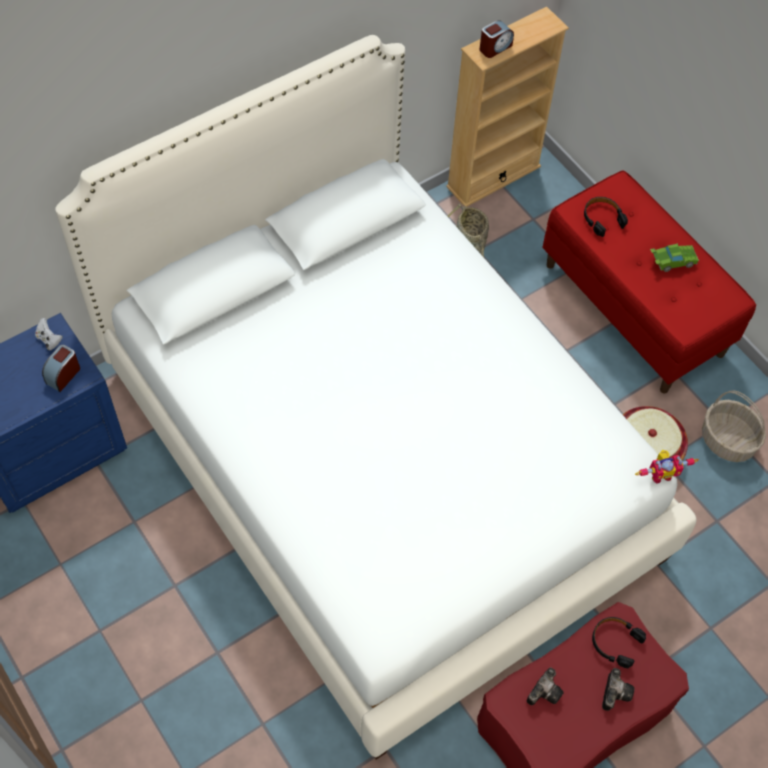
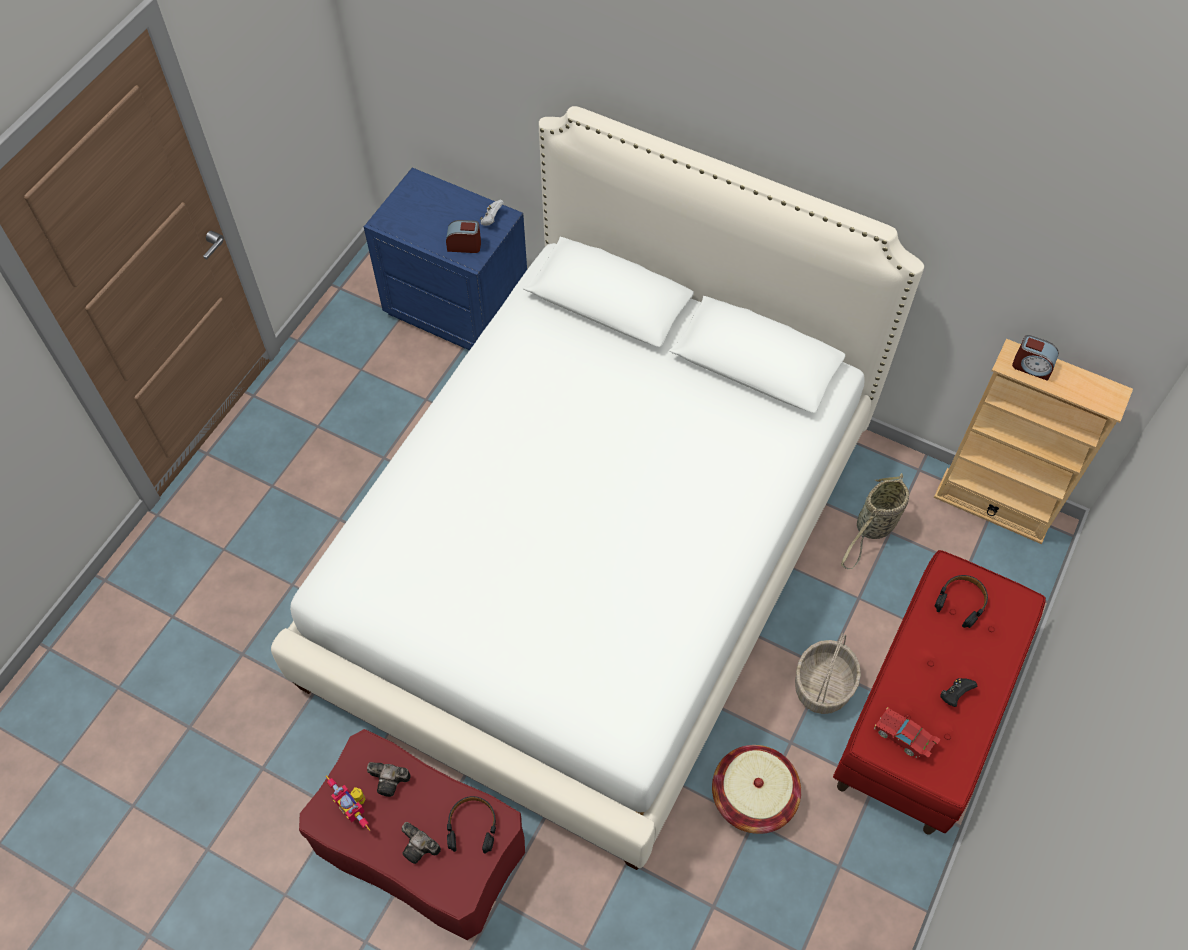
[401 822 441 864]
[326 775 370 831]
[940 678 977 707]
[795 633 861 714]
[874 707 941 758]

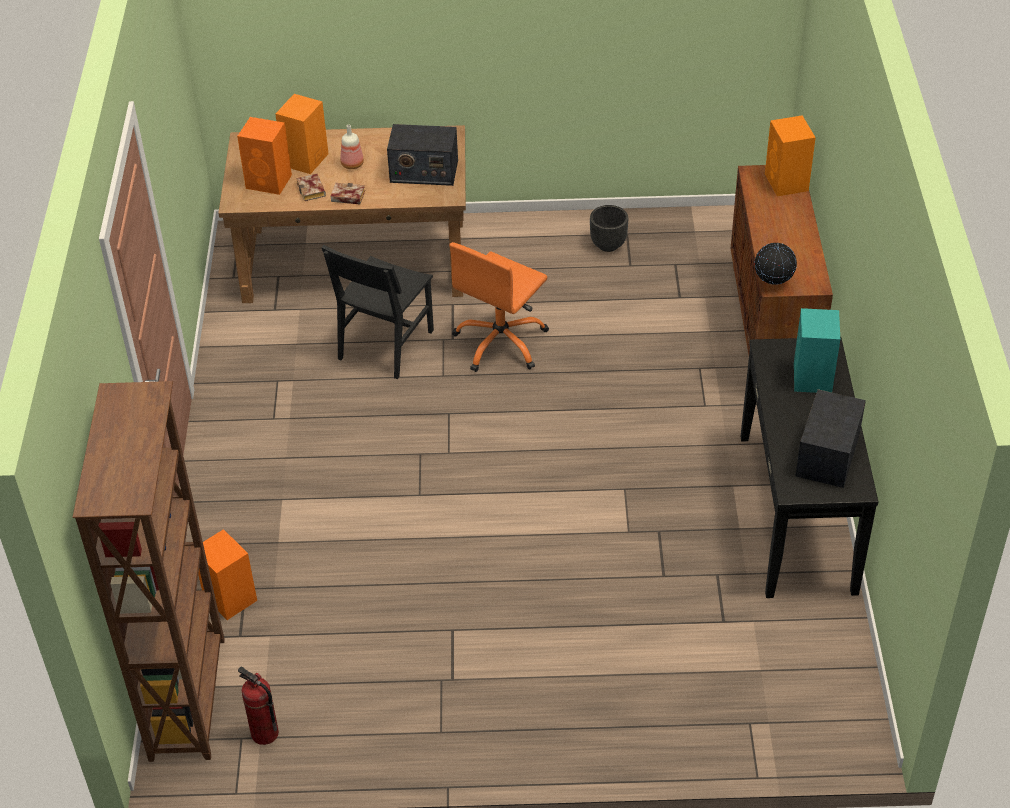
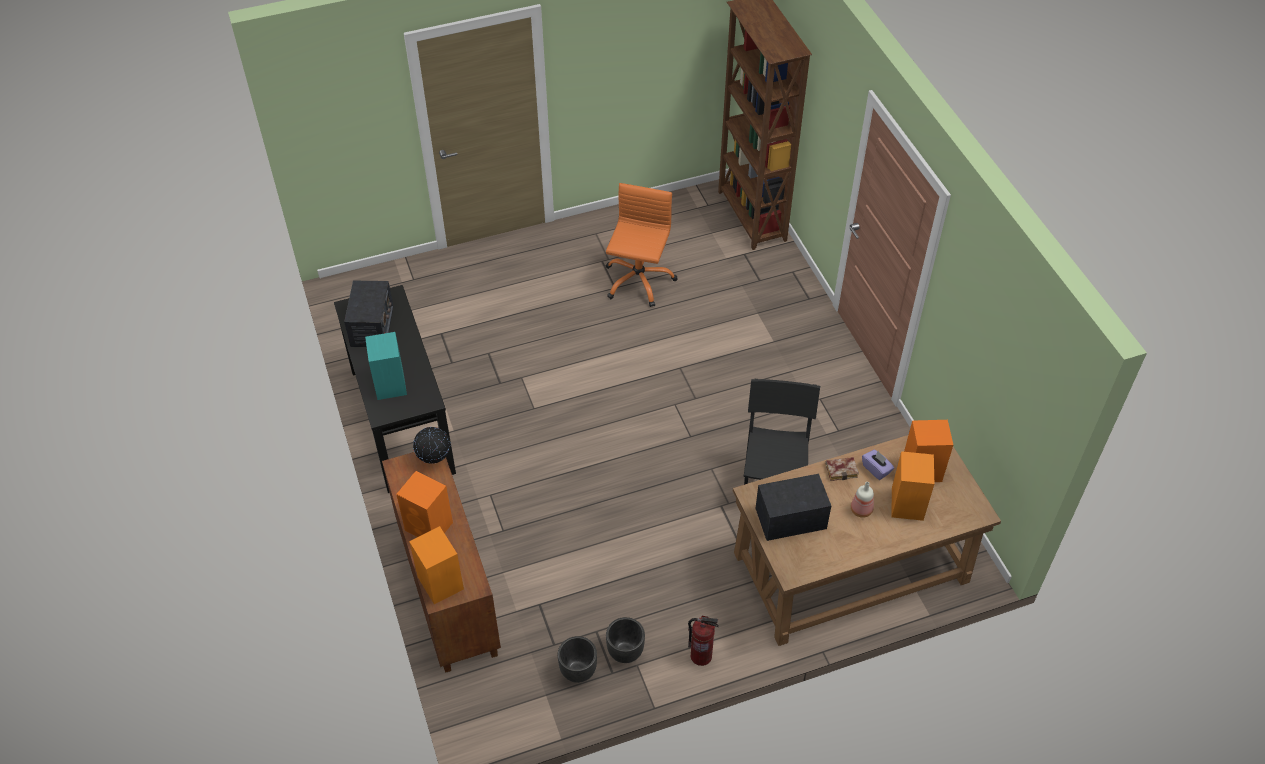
[396 471 453 537]
[688 616 719 666]
[862 450 894 480]
[605 183 677 307]
[558 636 597 683]

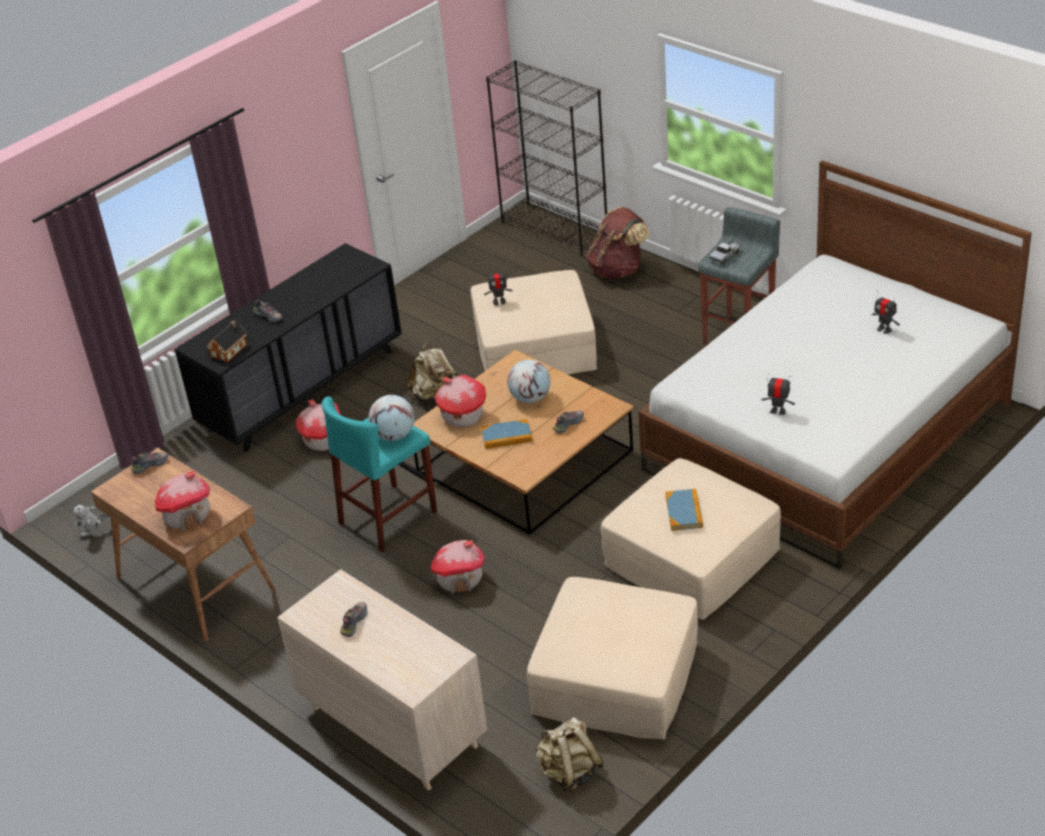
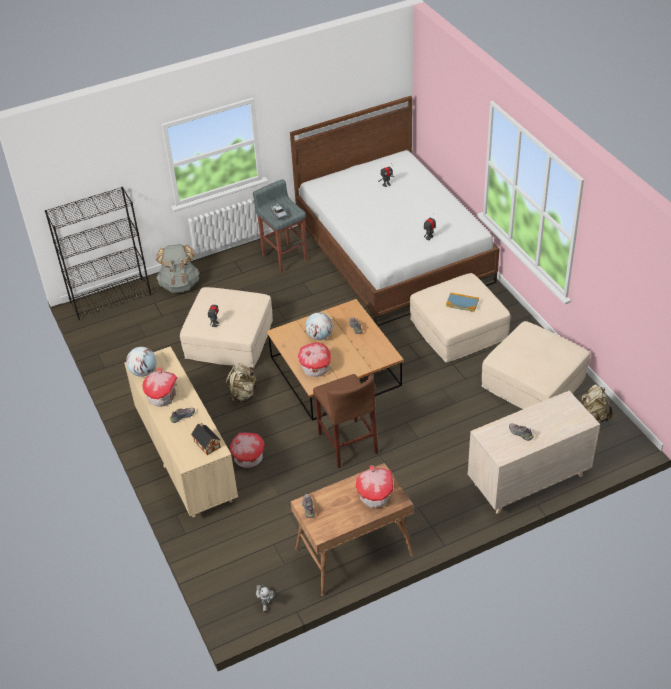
[124 346 238 517]
[313 374 378 468]
[126 347 157 377]
[142 367 177 407]
[481 419 532 449] (first image)
[156 244 200 293]

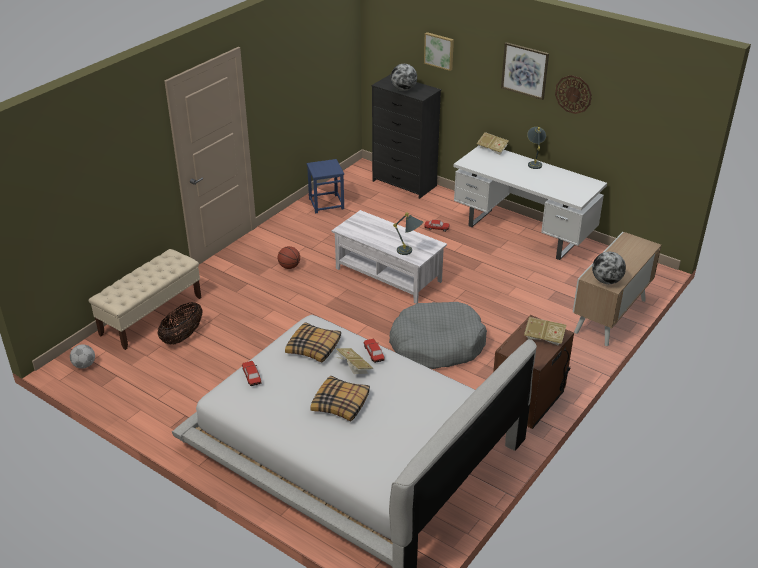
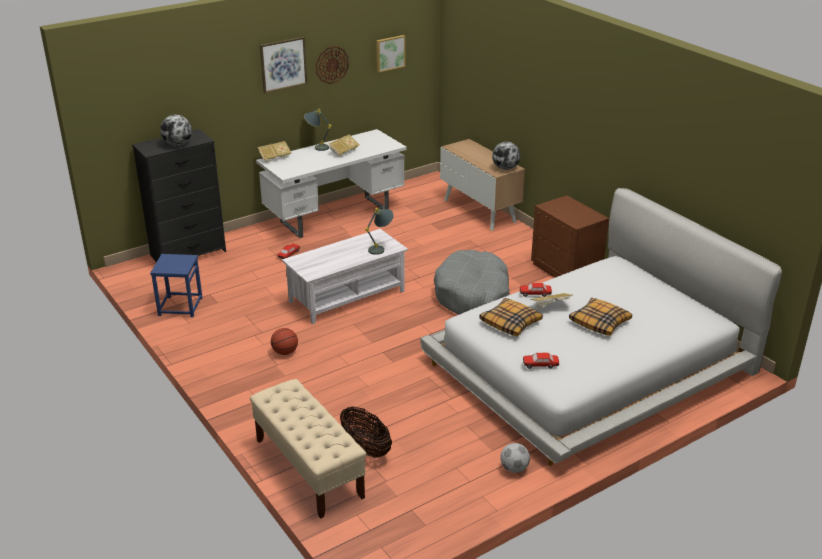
[500 443 530 473]
[376 35 405 72]
[329 135 360 157]

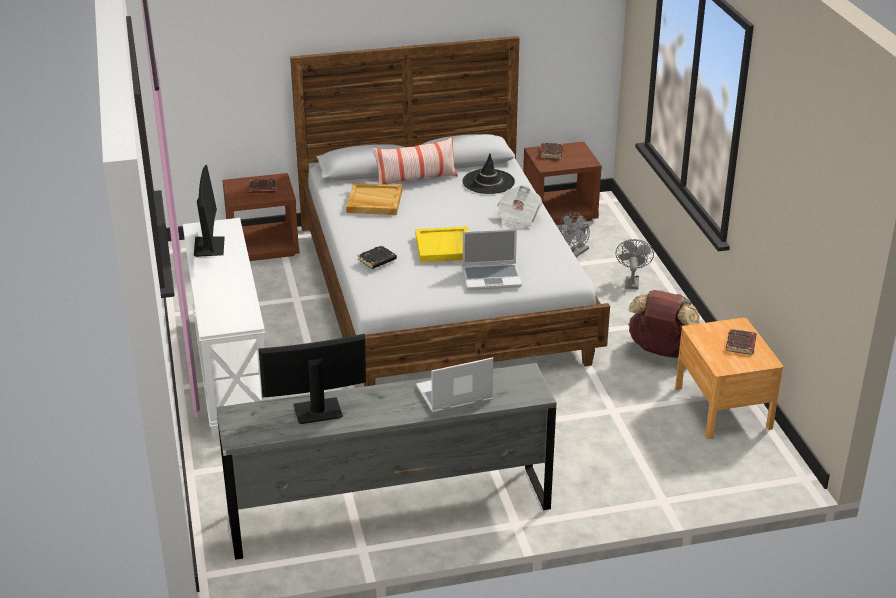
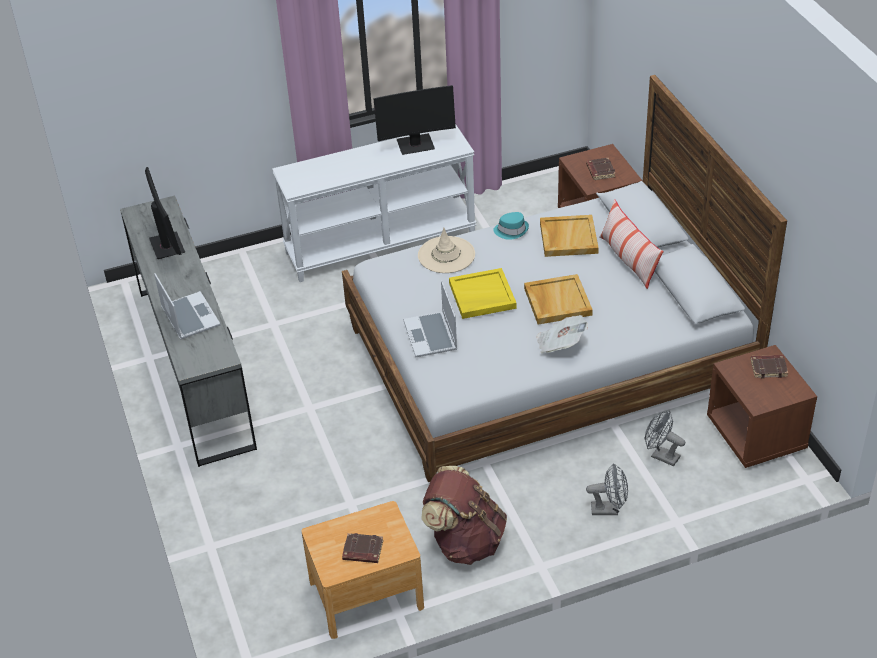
[418 227 475 273]
[462 153 515 194] (first image)
[493 212 529 240]
[524 274 593 325]

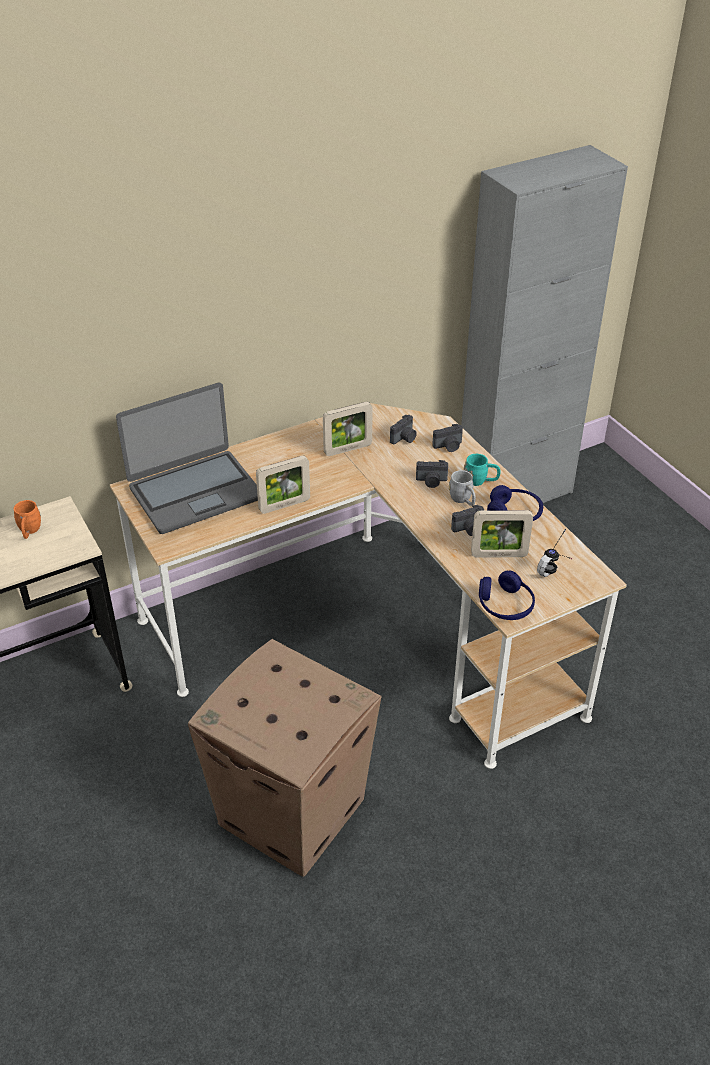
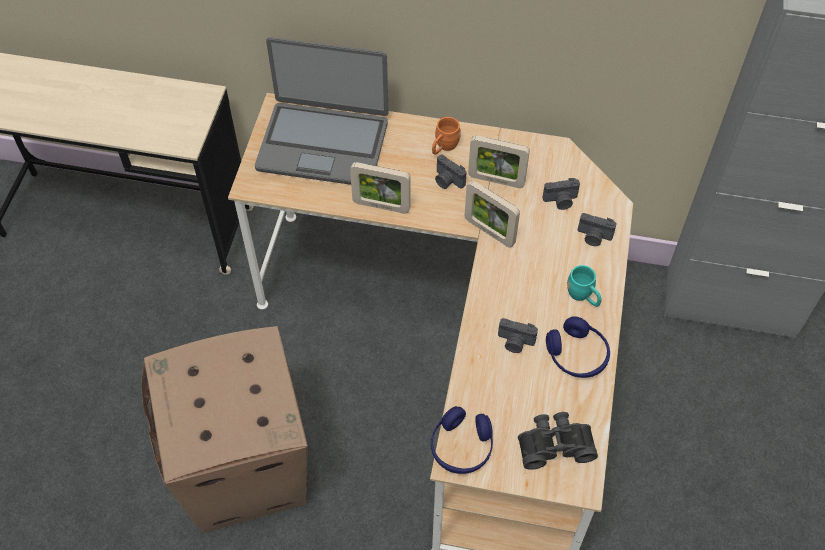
[432 117 461 155]
[435 154 466 189]
[449 470 476 506] (first image)
[464 180 520 248]
[518 412 598 470]

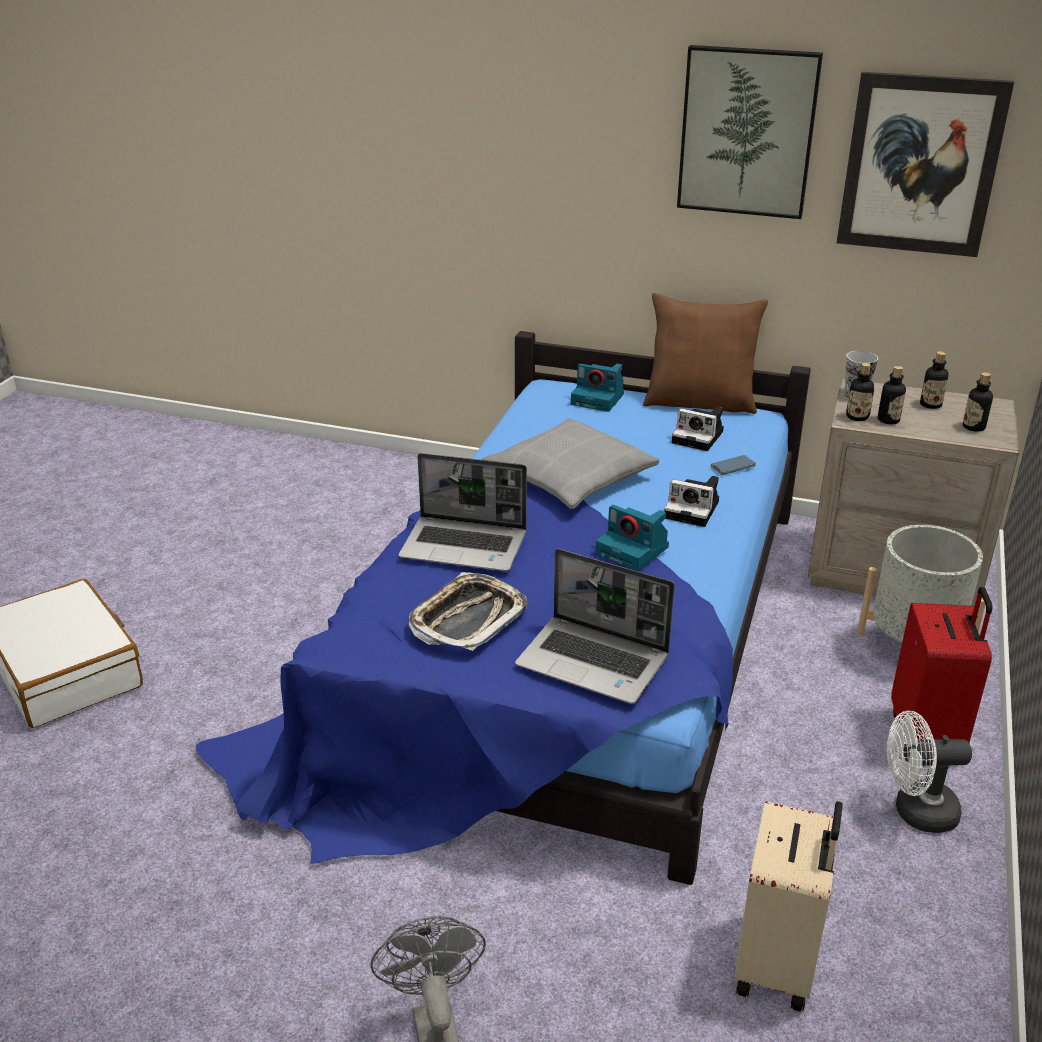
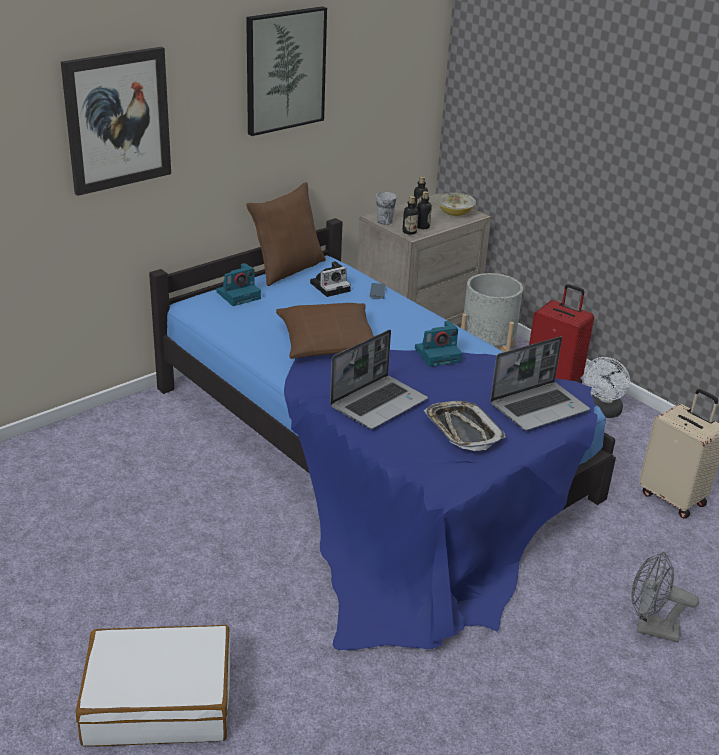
[276 303 374 359]
[664 476 719 527] (first image)
[61 47 171 196]
[436 193 476 216]

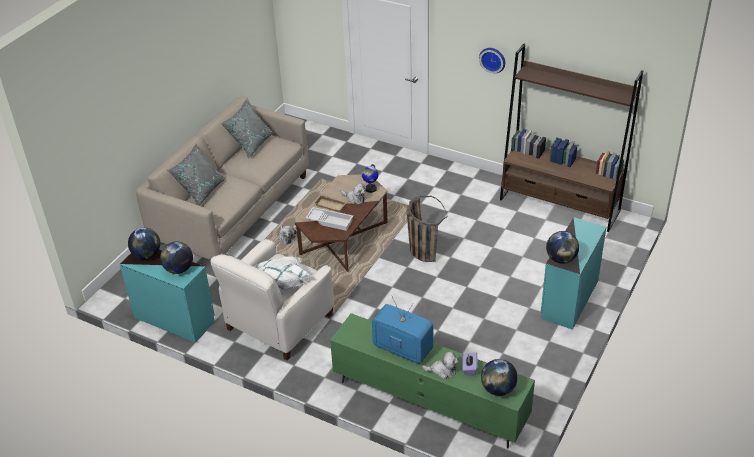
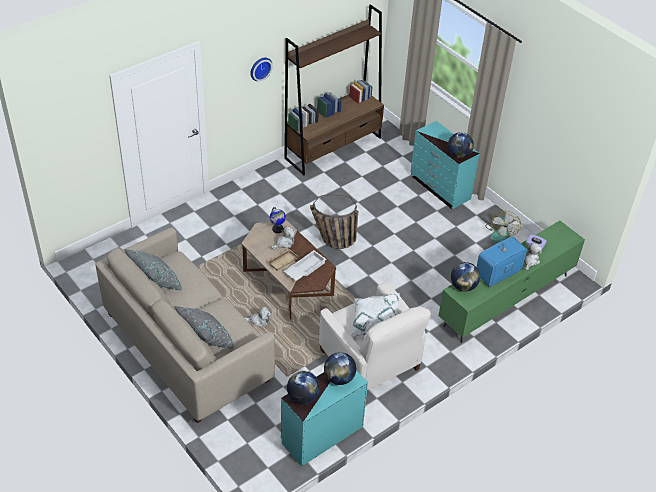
[451 262 480 292]
[485 211 521 242]

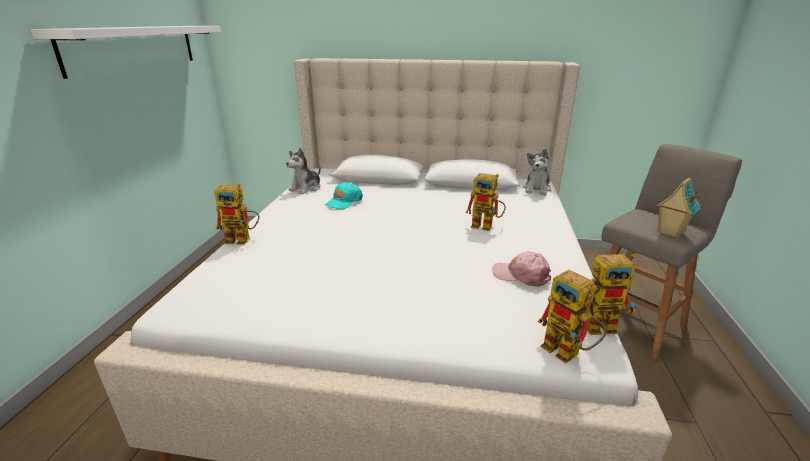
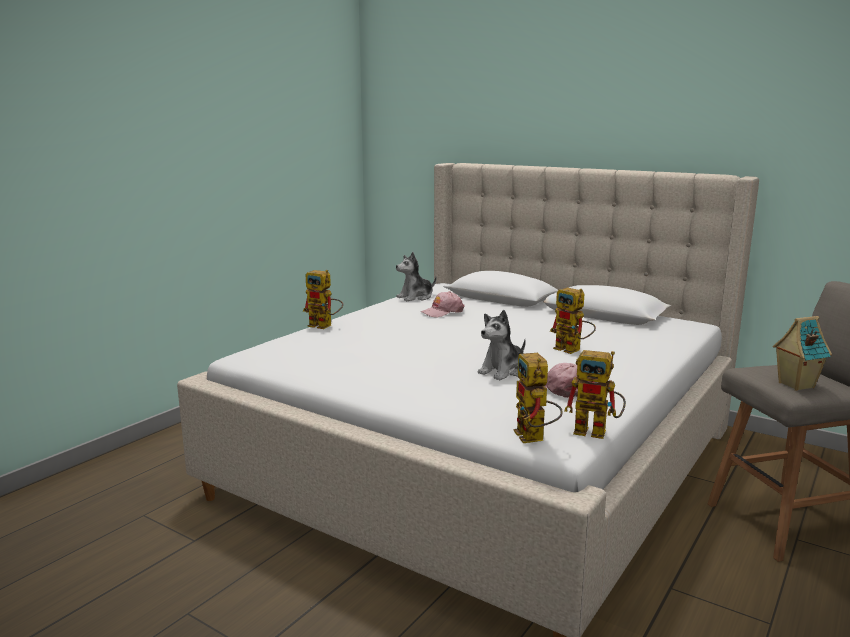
[31 26 221 79] (first image)
[421 291 465 318]
[477 310 526 381]

